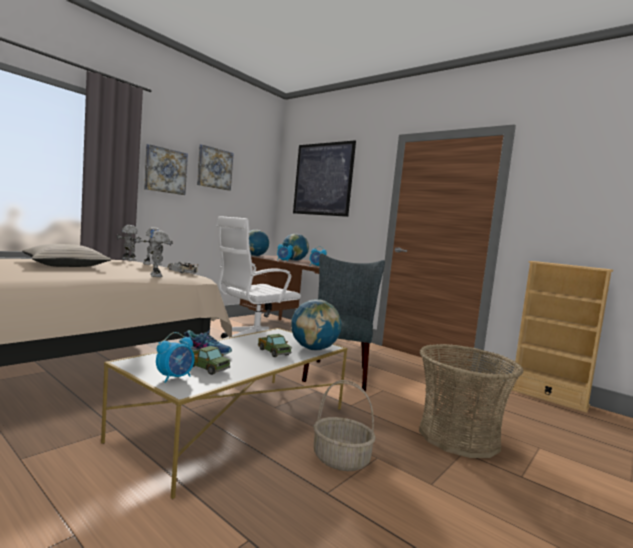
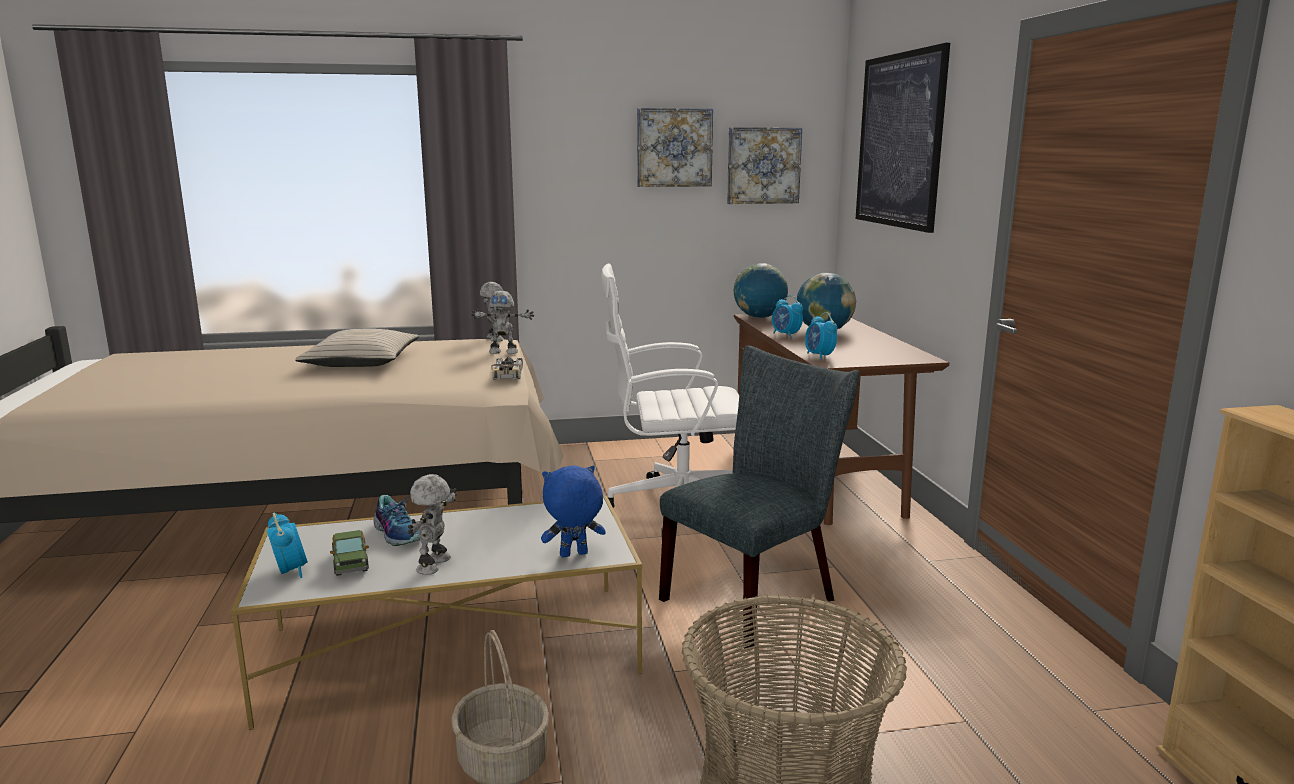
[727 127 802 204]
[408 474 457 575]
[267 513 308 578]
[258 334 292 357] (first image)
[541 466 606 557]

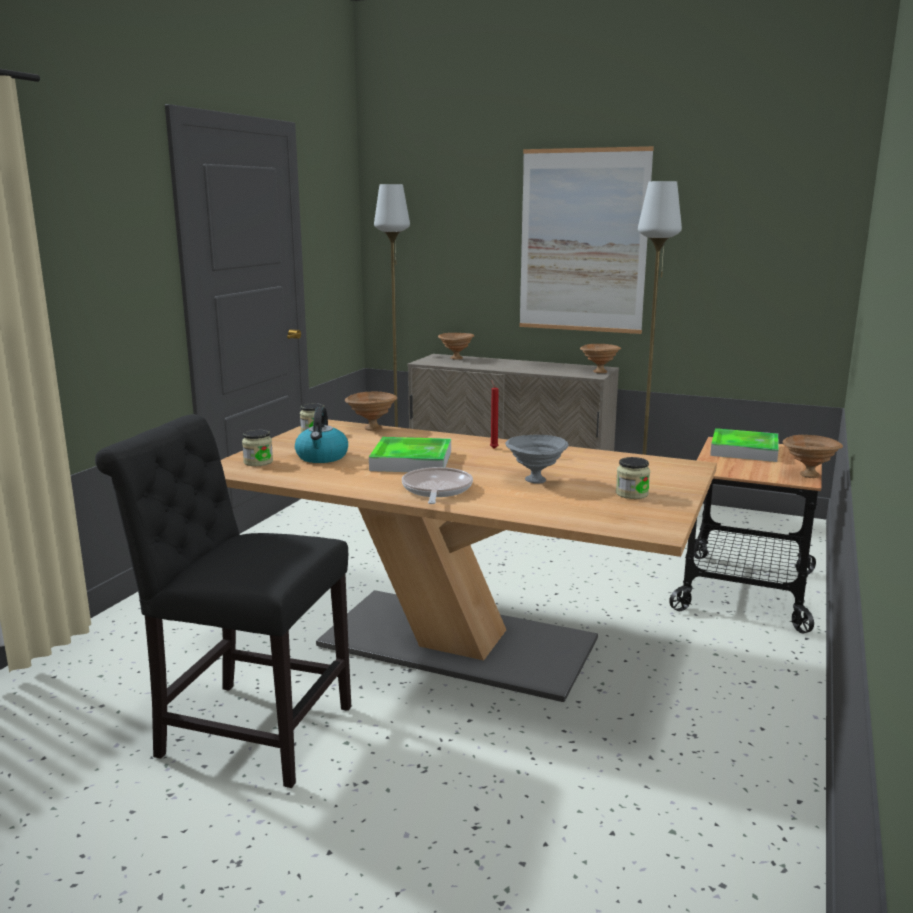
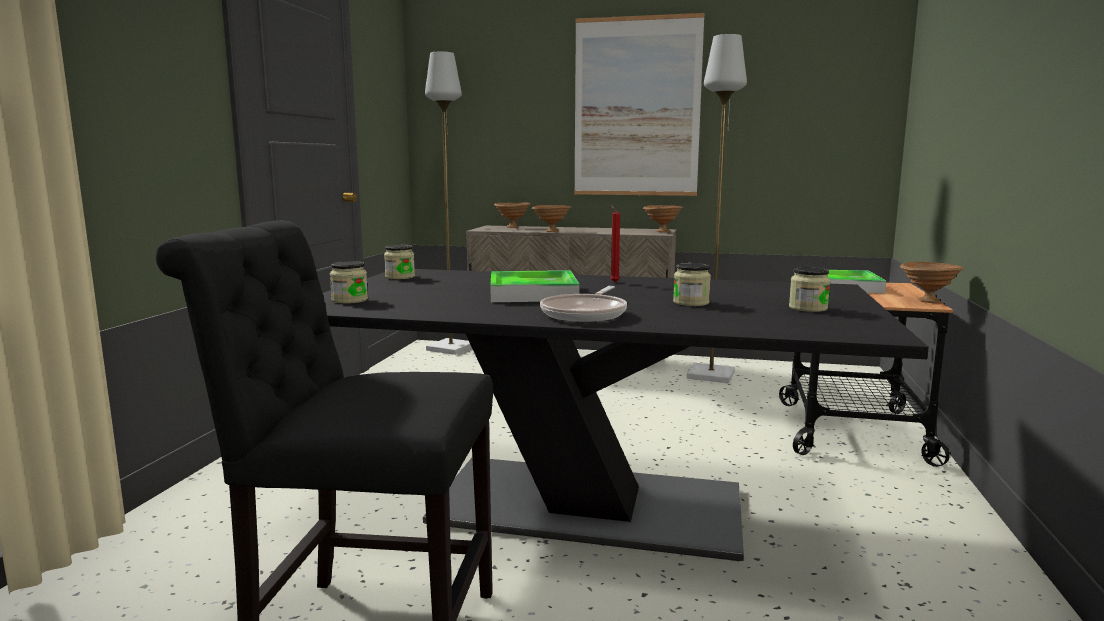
[323 269 929 561]
[295 407 348 463] (first image)
[532 205 571 232]
[540 286 627 322]
[673 263 711 306]

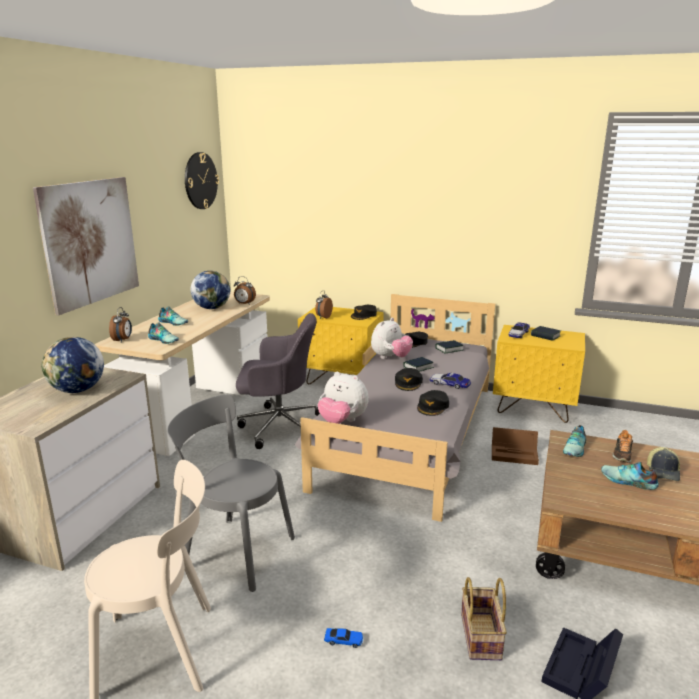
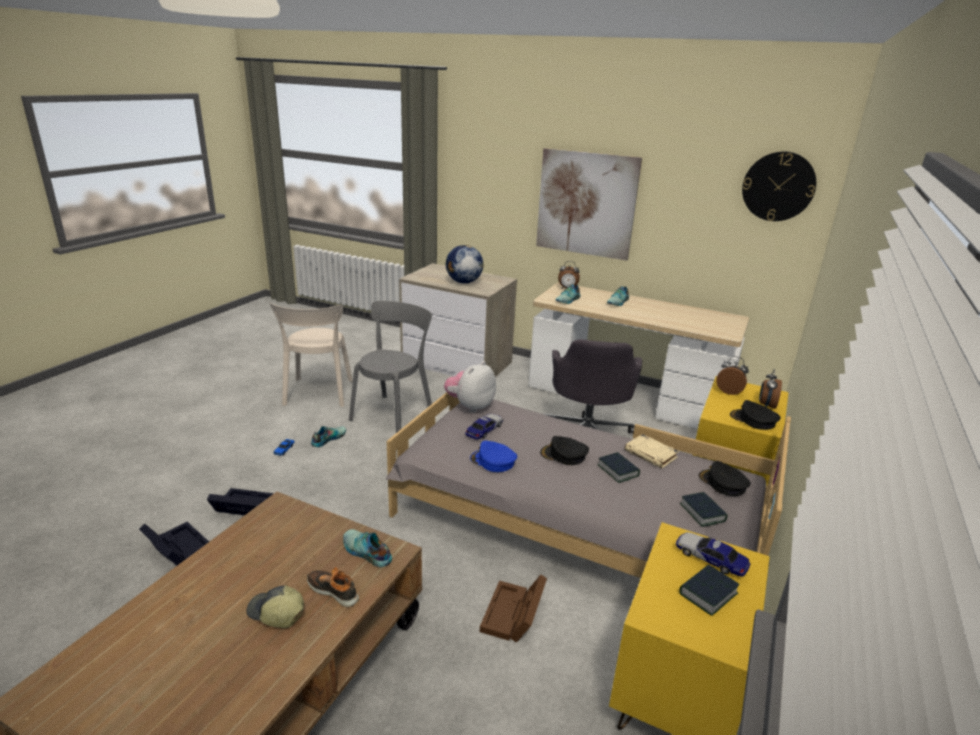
[191 271 230 309] (first image)
[759 369 782 409]
[625 434 679 469]
[470 440 517 472]
[465 414 503 440]
[207 488 274 515]
[311 426 346 447]

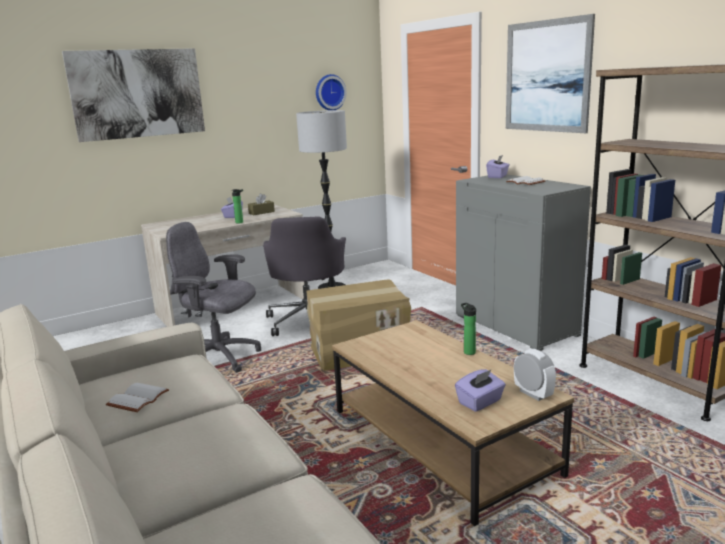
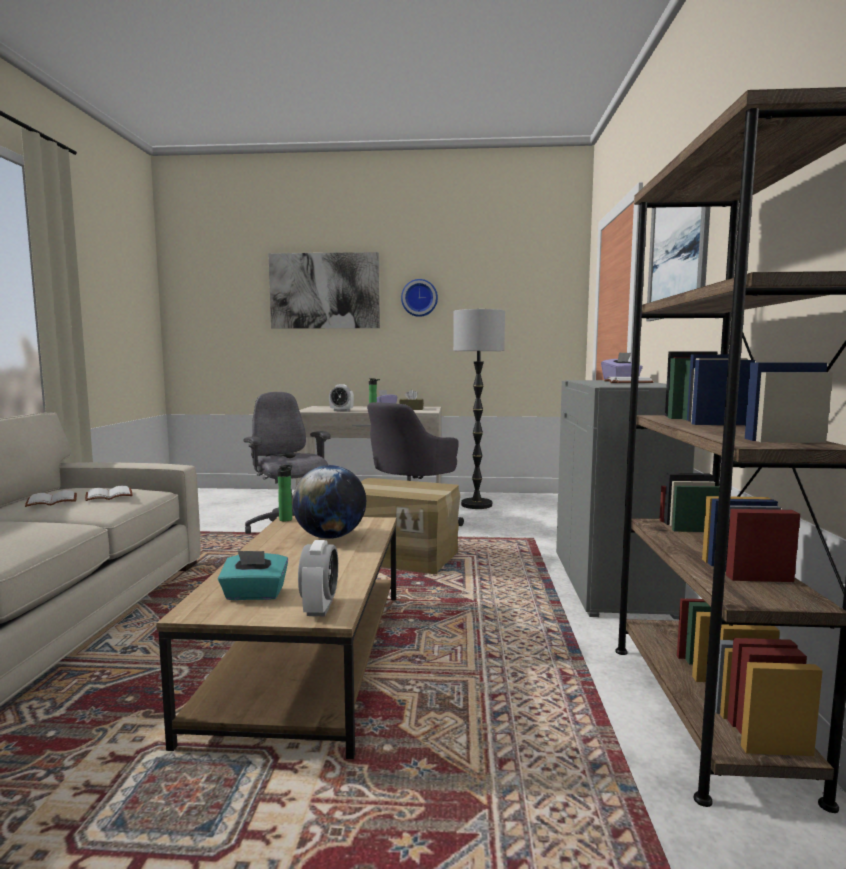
[401 279 438 317]
[218 550 288 600]
[278 465 292 521]
[85 486 133 501]
[292 465 366 539]
[329 384 354 412]

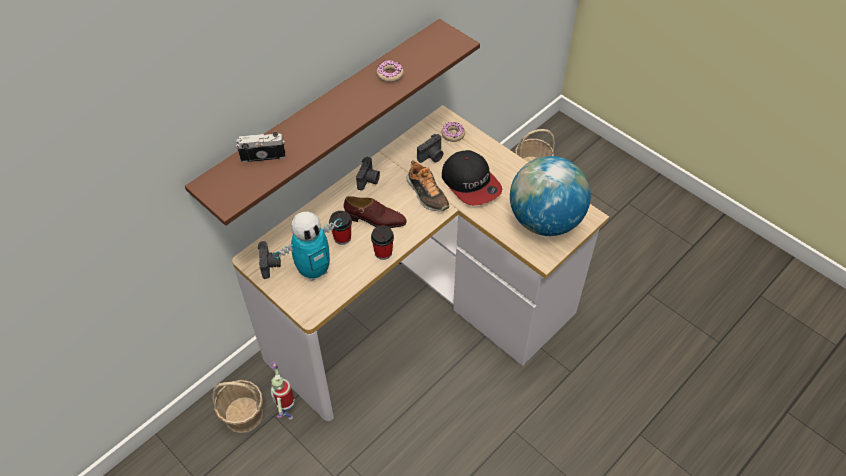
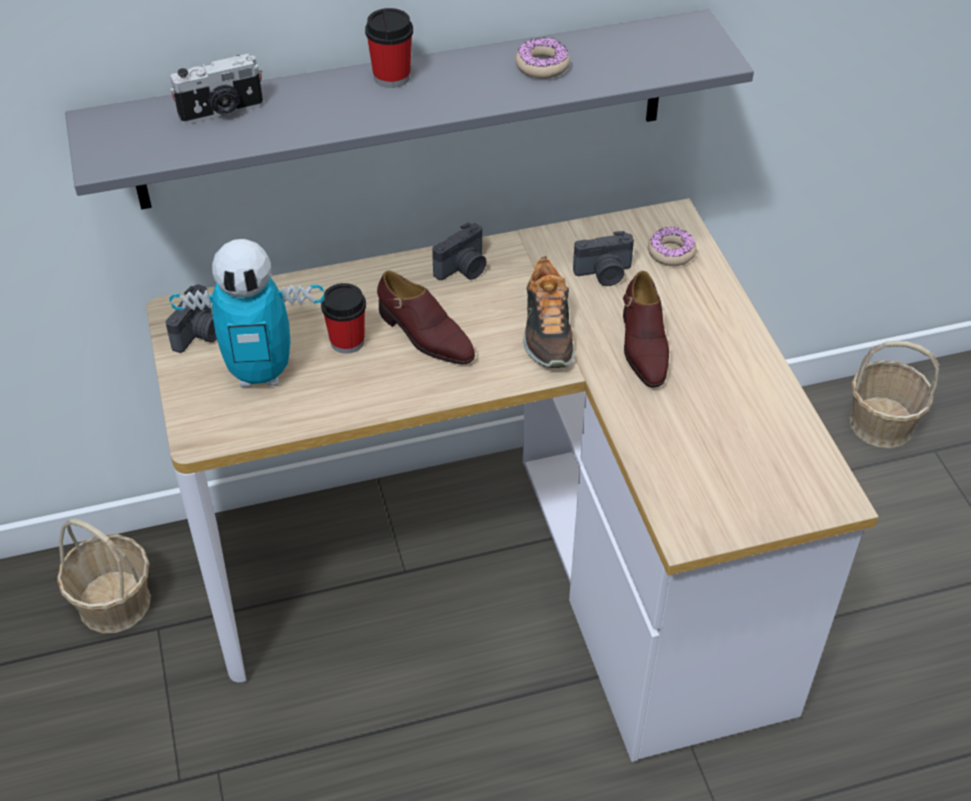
[65 9 754 209]
[170 54 263 125]
[270 362 295 420] (first image)
[365 8 413 88]
[623 271 669 387]
[510 156 591 236] (first image)

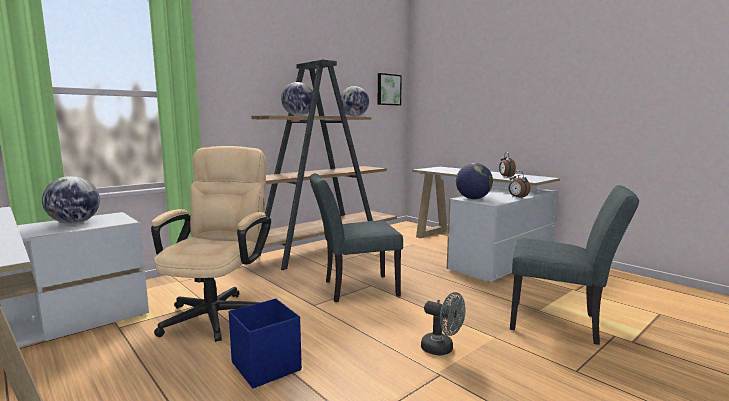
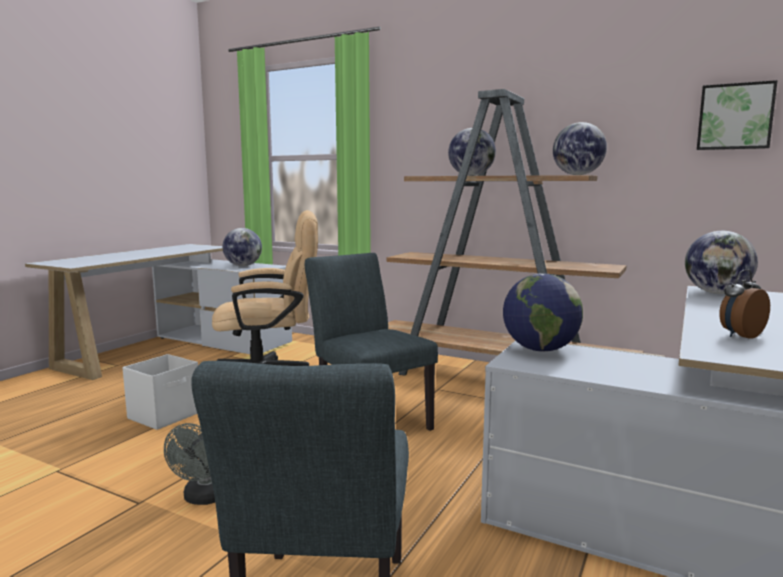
[123 354 198 430]
[508 171 530 198] (first image)
[685 231 758 294]

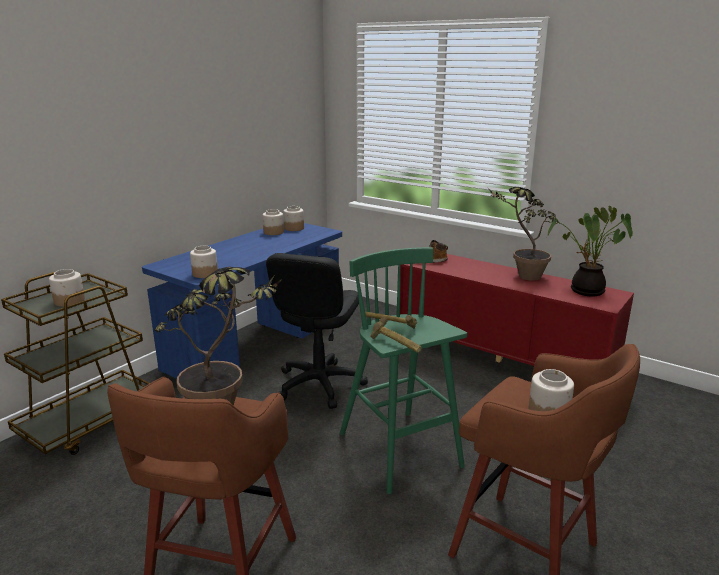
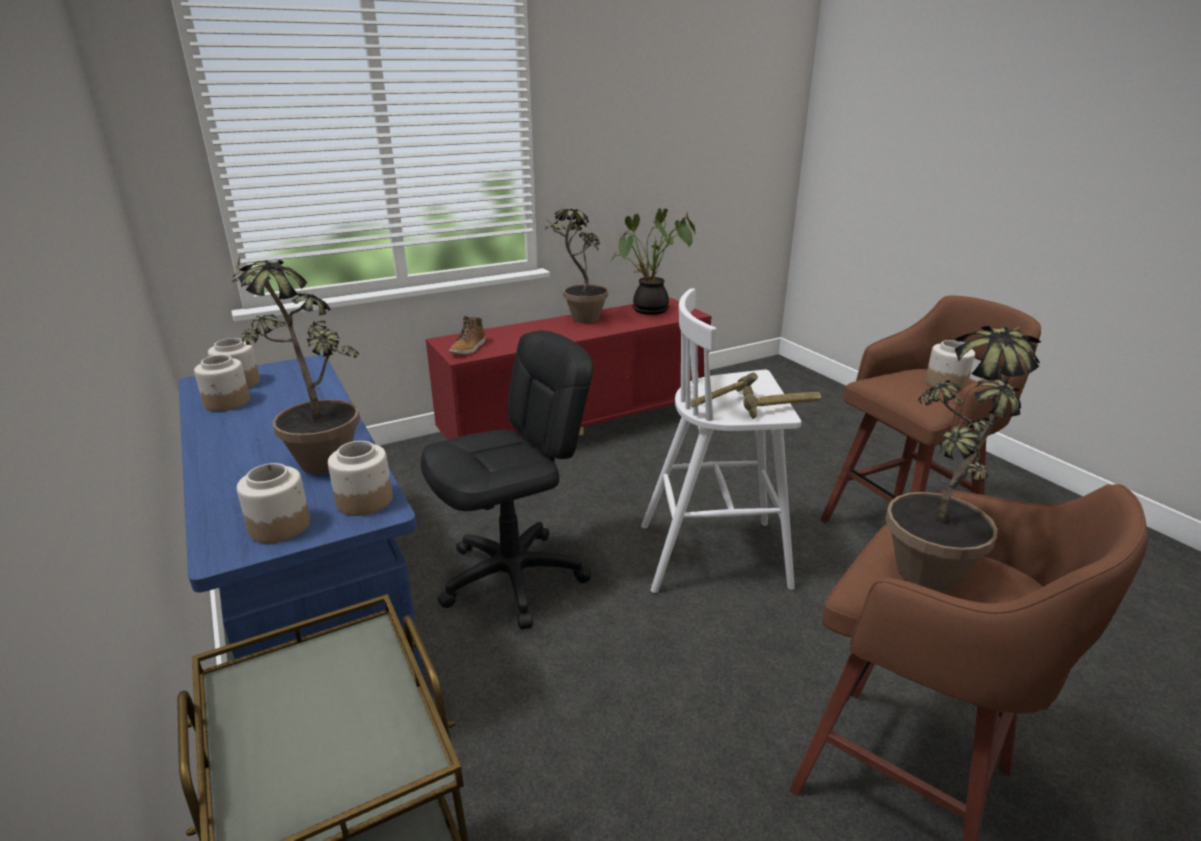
[237 463 310 544]
[421 330 593 630]
[641 288 801 593]
[232 252 360 474]

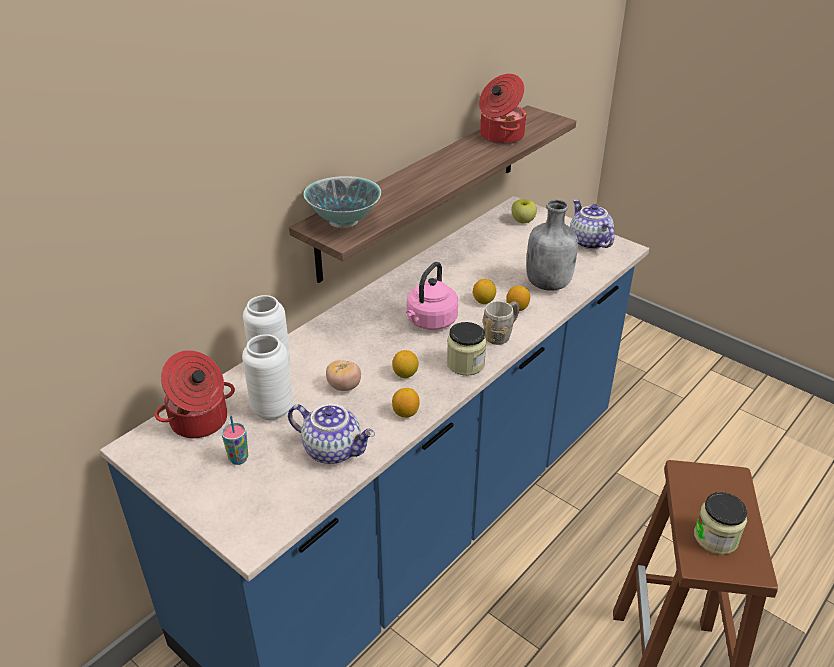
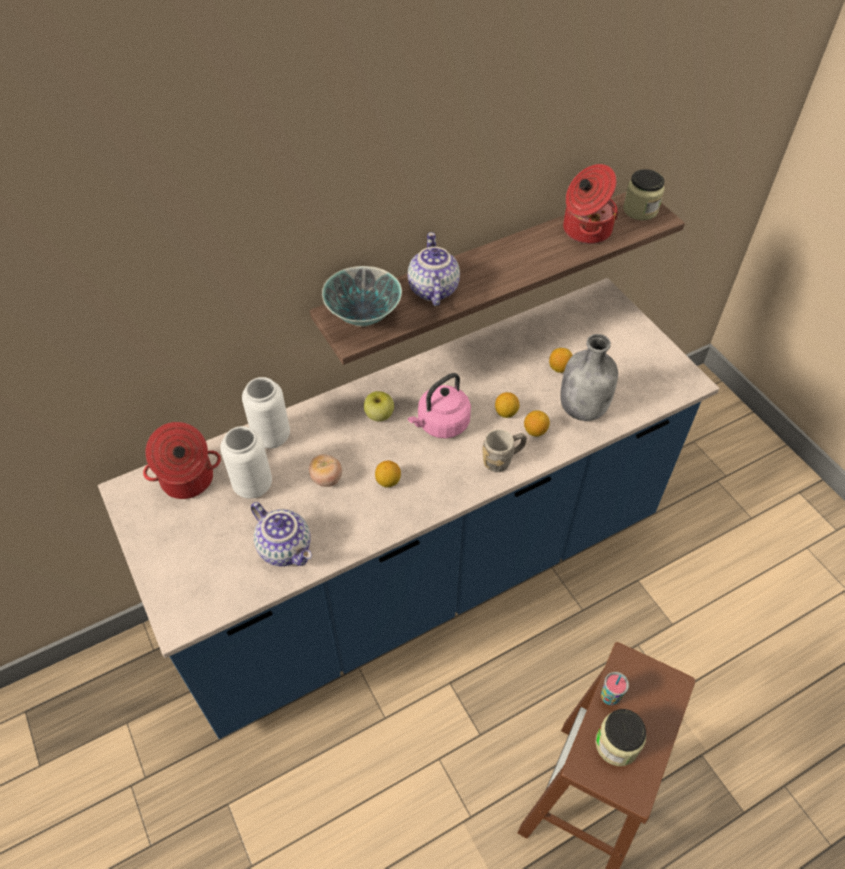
[601 672 629 705]
[549 348 573 373]
[623 169 664 220]
[364 391 394 421]
[408 232 460 306]

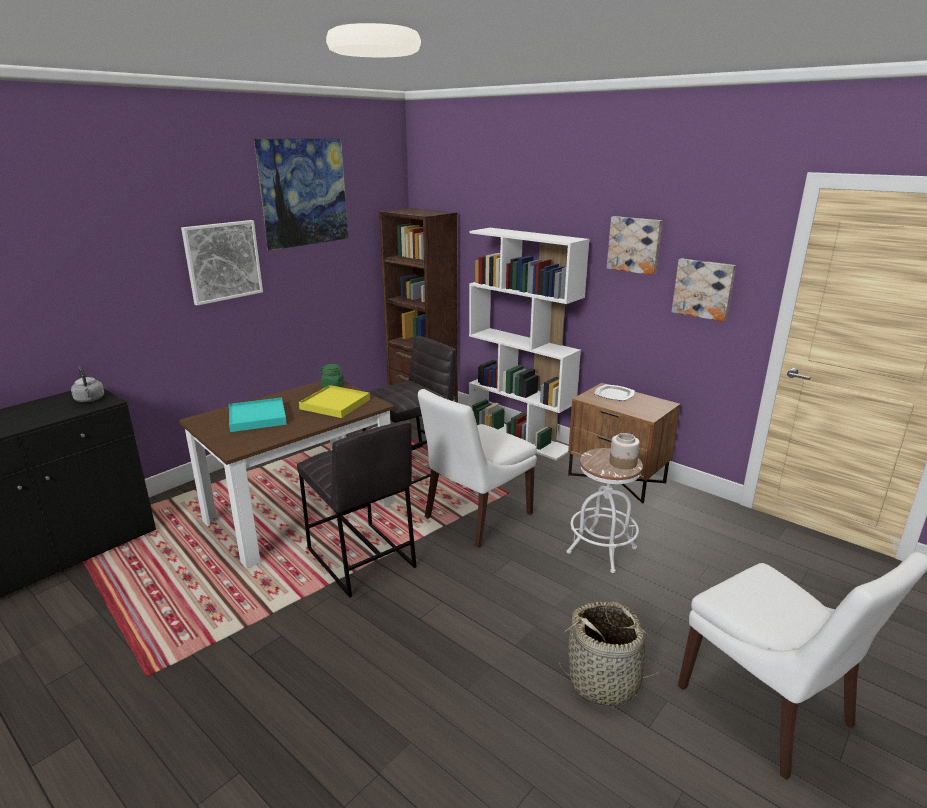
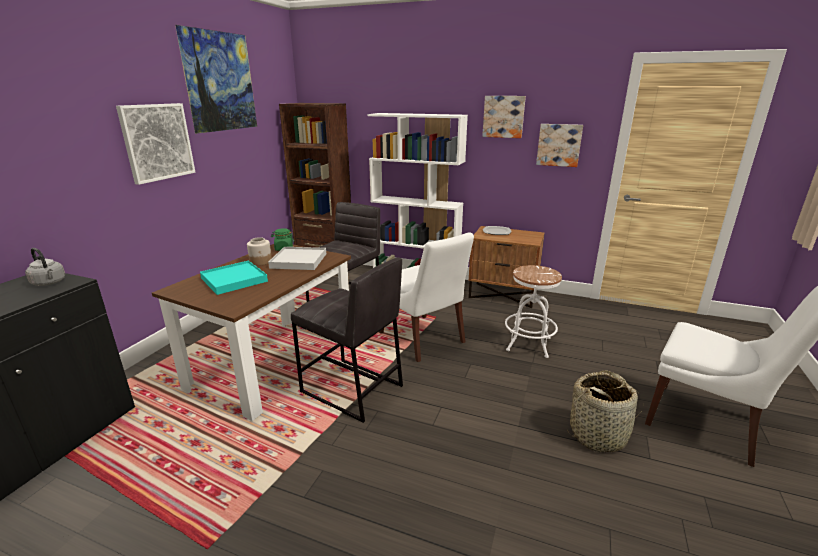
[268 247 326 270]
[379 232 474 362]
[247 237 272 266]

